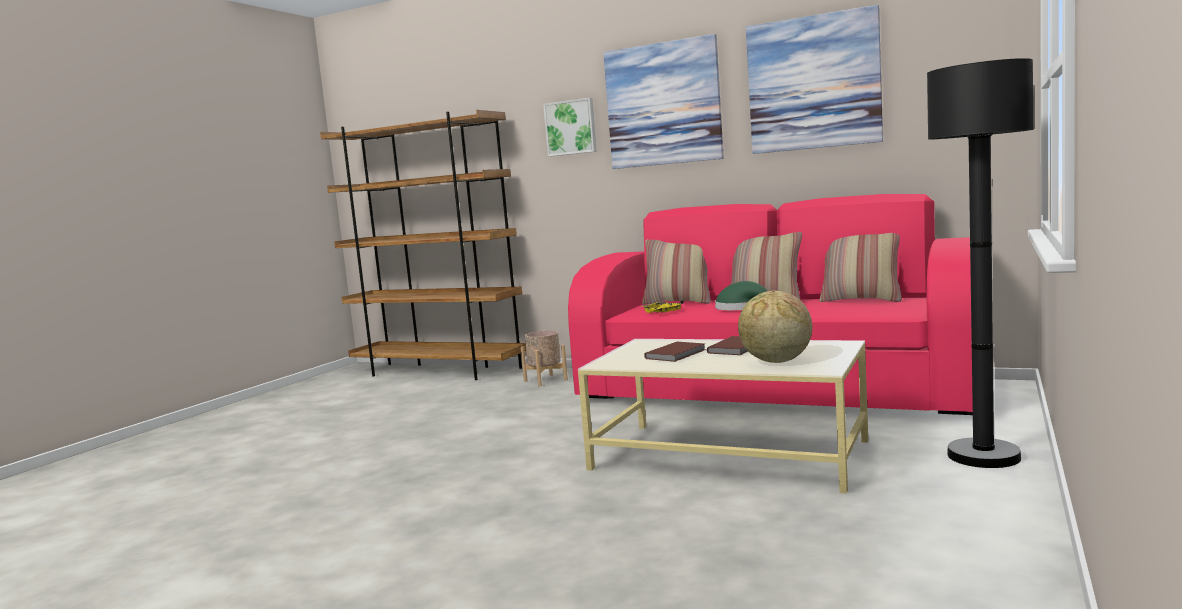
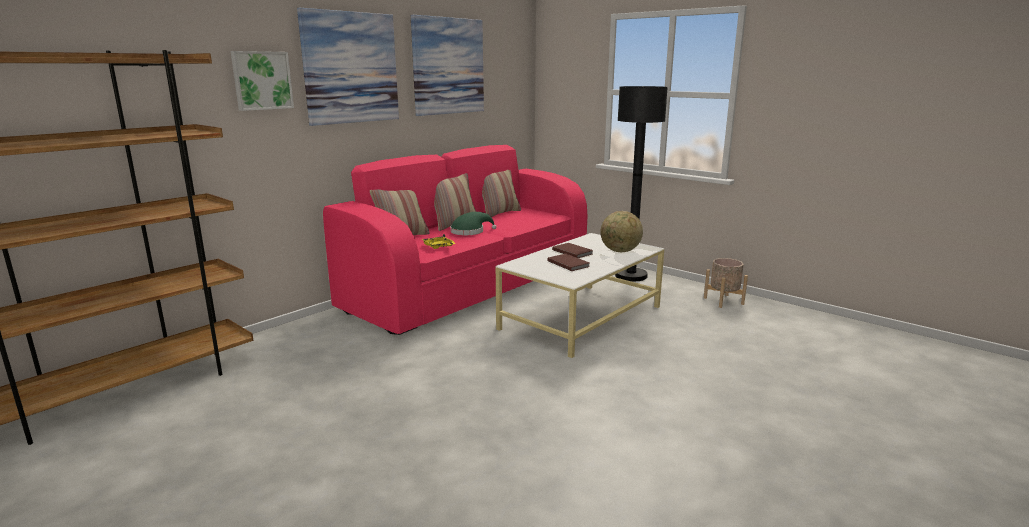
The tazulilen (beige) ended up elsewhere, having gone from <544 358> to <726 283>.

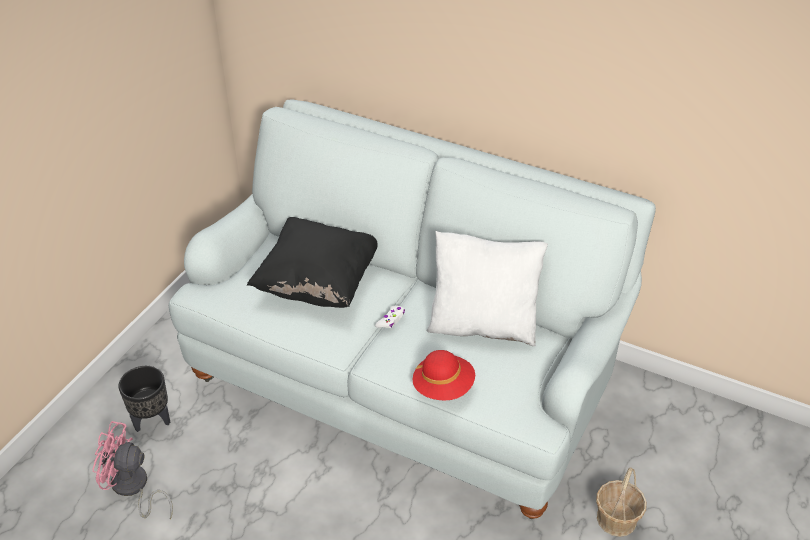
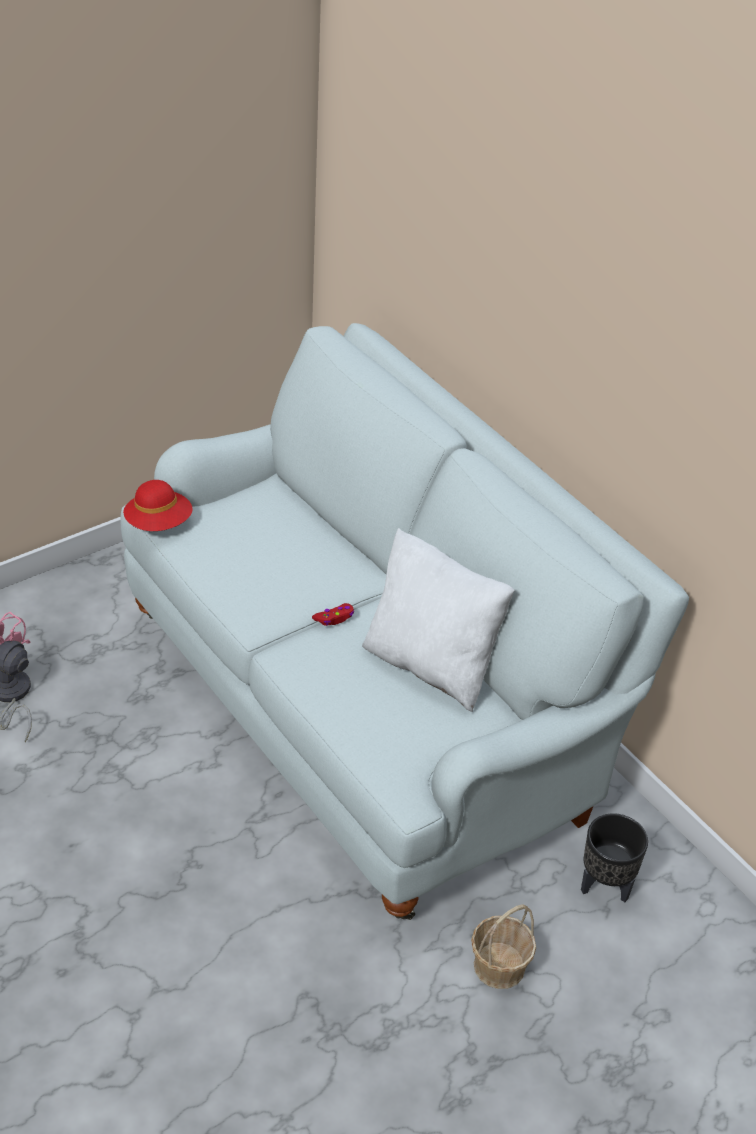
The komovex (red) ended up elsewhere, having gone from <444 375> to <158 505>.
What was the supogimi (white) at <390 316> turned into the supogimi (red) at <333 614>.
The tazulilen (black) ended up elsewhere, having gone from <144 399> to <614 857>.
The second view lost the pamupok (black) at <312 262>.

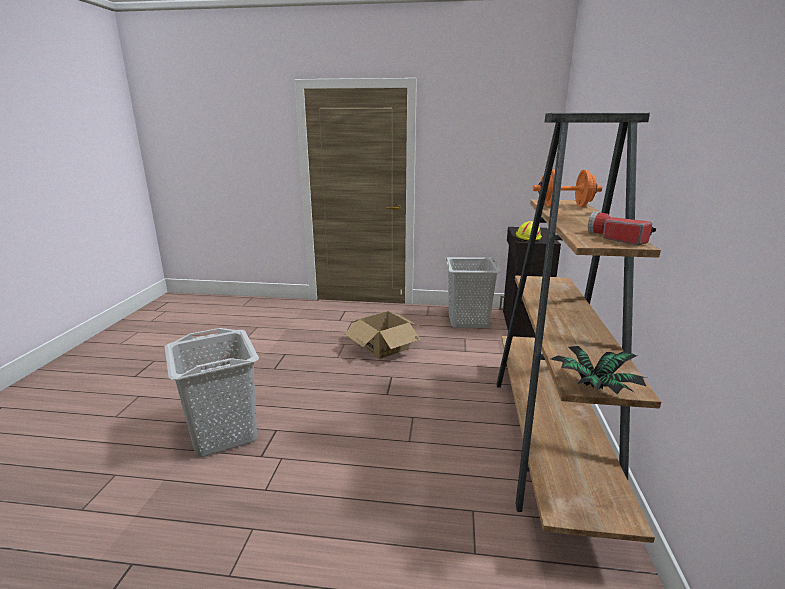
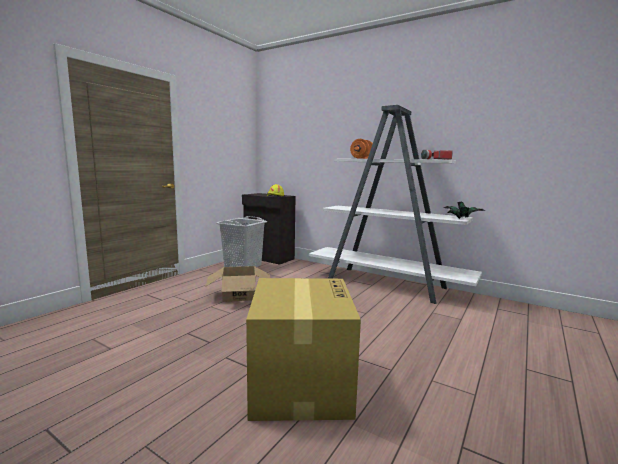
Where the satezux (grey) stood at <212 392>, the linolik came to stand at <303 349>.
What was the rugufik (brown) at <578 328> turned into the rugufik (white) at <395 204>.

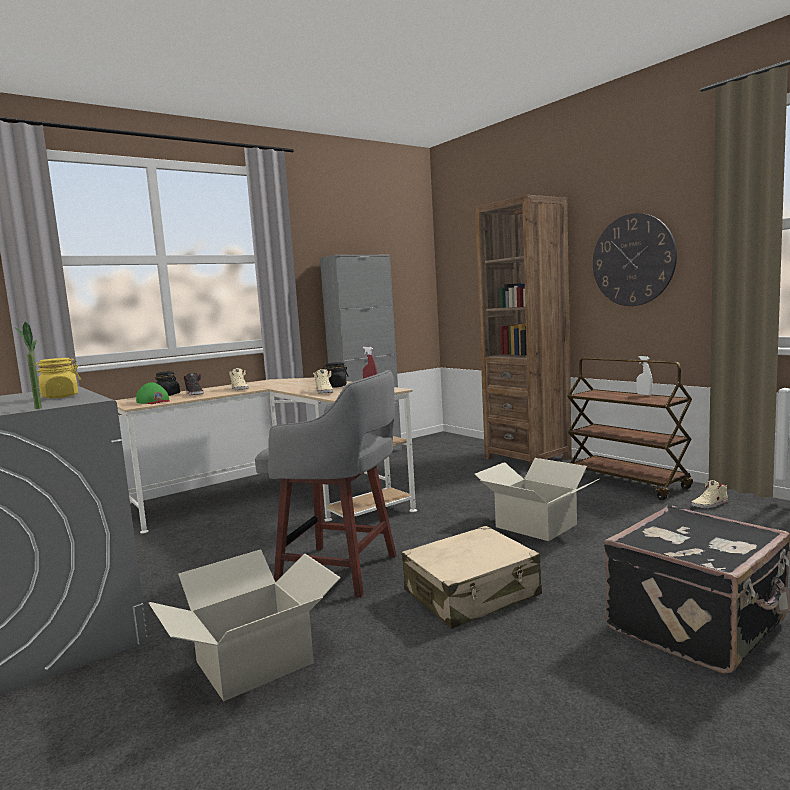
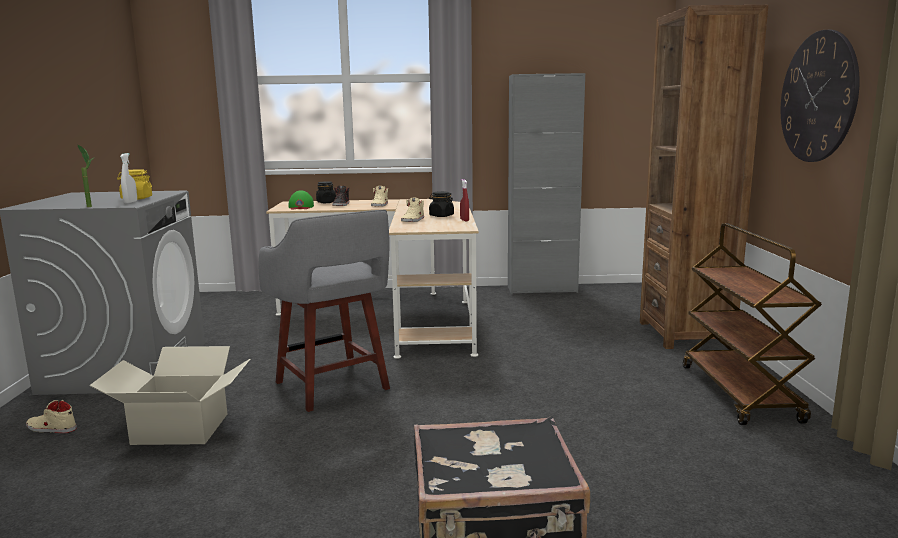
The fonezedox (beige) ended up elsewhere, having gone from <709 494> to <51 416>.
The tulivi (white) ended up elsewhere, having gone from <644 375> to <128 178>.
The second view lost the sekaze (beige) at <472 577>.
The second view lost the linolik at <537 499>.

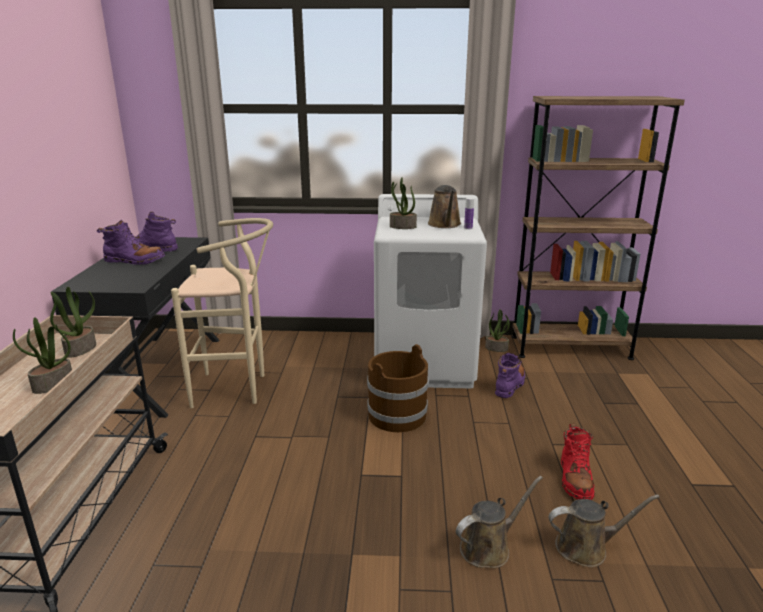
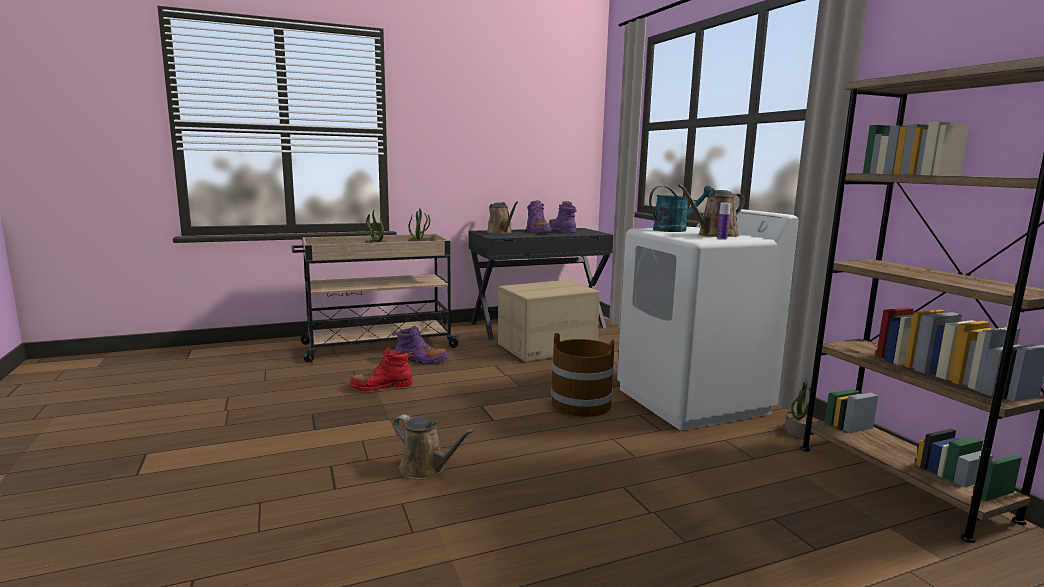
The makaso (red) ended up elsewhere, having gone from <577 461> to <381 369>.
The makaso (purple) ended up elsewhere, having gone from <510 375> to <421 345>.
The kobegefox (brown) ended up elsewhere, having gone from <604 530> to <502 217>.
Where the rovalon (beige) stood at <222 313>, the linolik came to stand at <549 321>.
Where the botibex stood at <403 203>, the kobegefox (turquoise) came to stand at <681 209>.

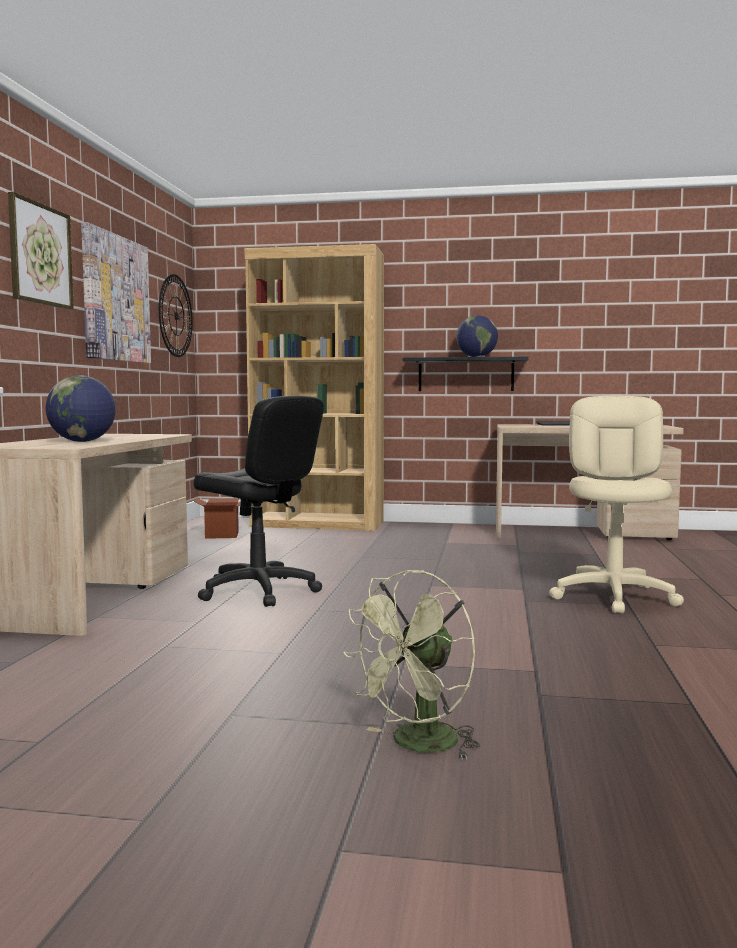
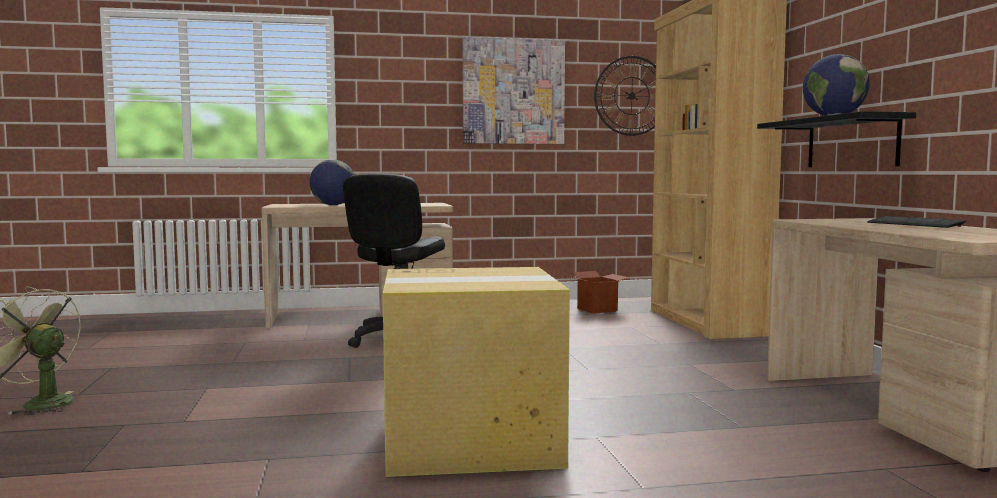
Where the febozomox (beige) stood at <616 505>, the linolik came to stand at <476 372>.
The second view lost the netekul at <41 251>.

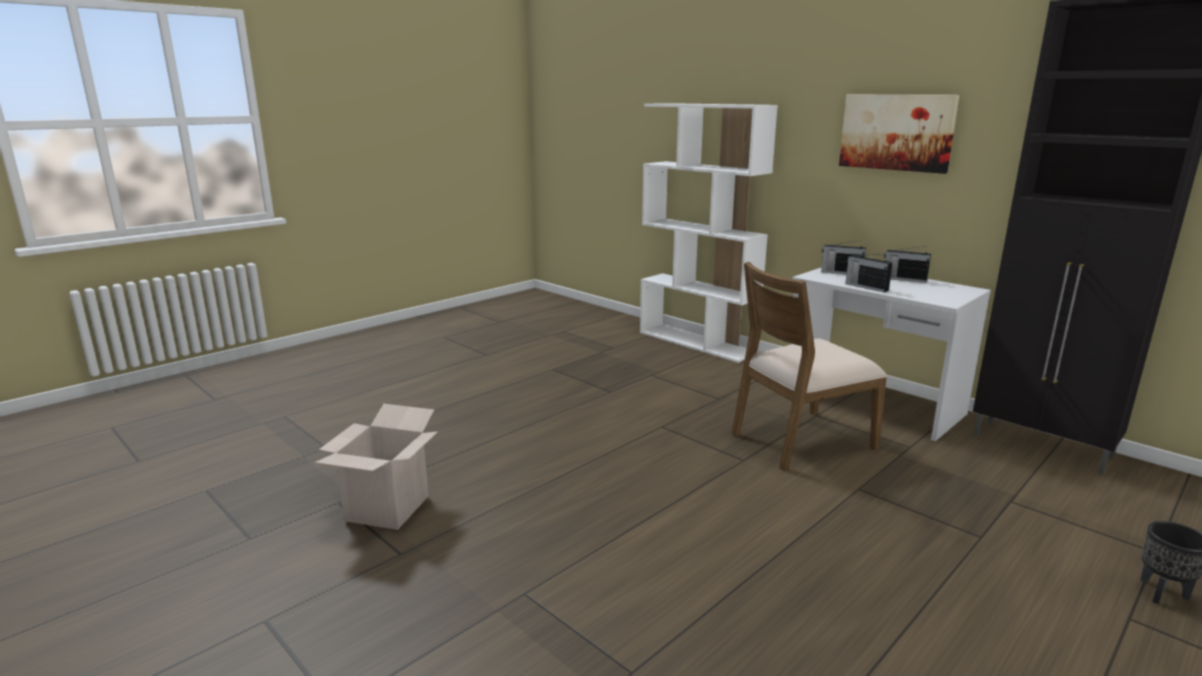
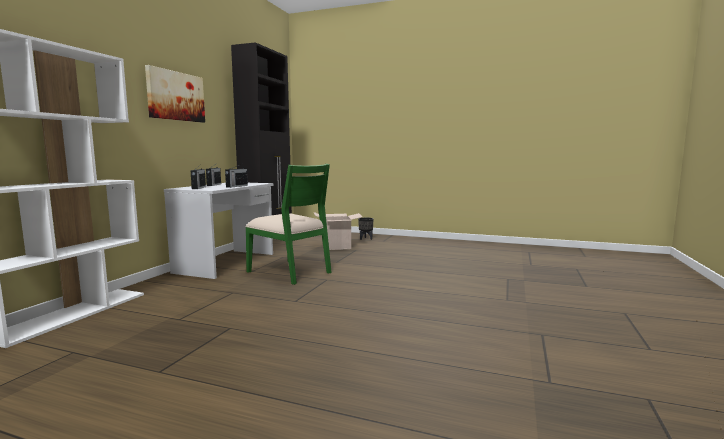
What was the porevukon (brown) at <809 366> turned into the porevukon (green) at <288 224>.
The linolik ended up elsewhere, having gone from <376 467> to <338 231>.

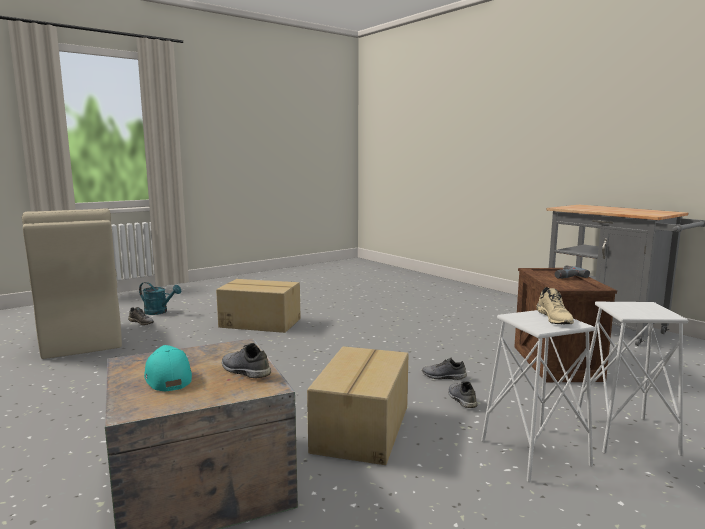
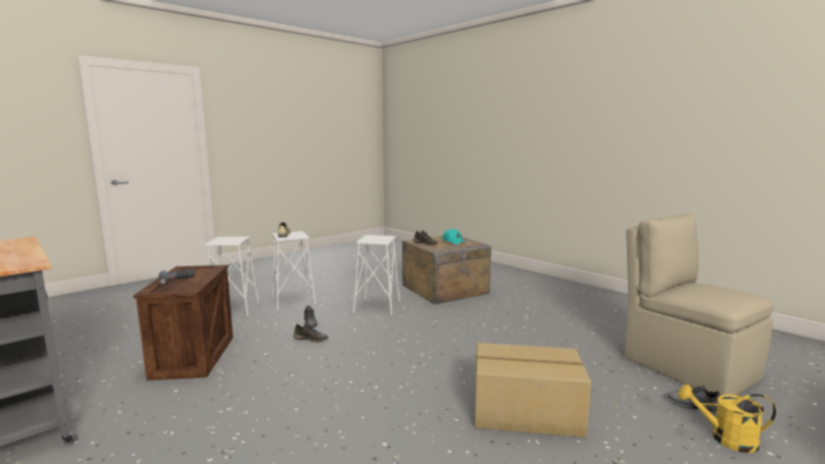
Where the linolik stood at <357 405>, the rovalon (white) came to stand at <376 275>.
What was the kobegefox (turquoise) at <160 298> turned into the kobegefox (yellow) at <727 418>.

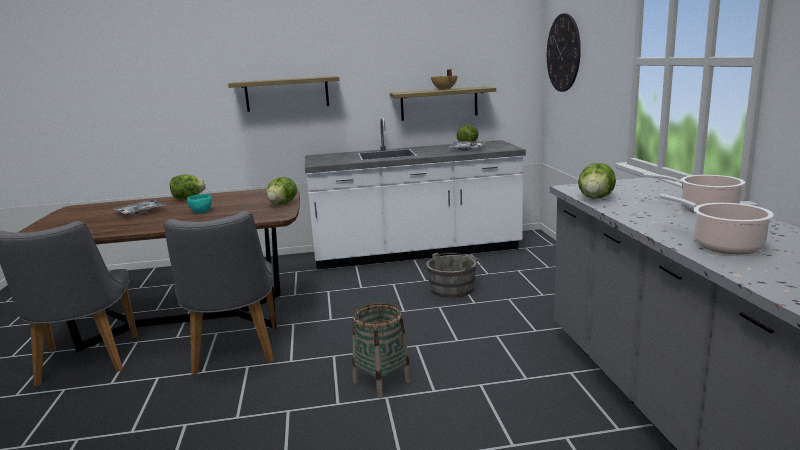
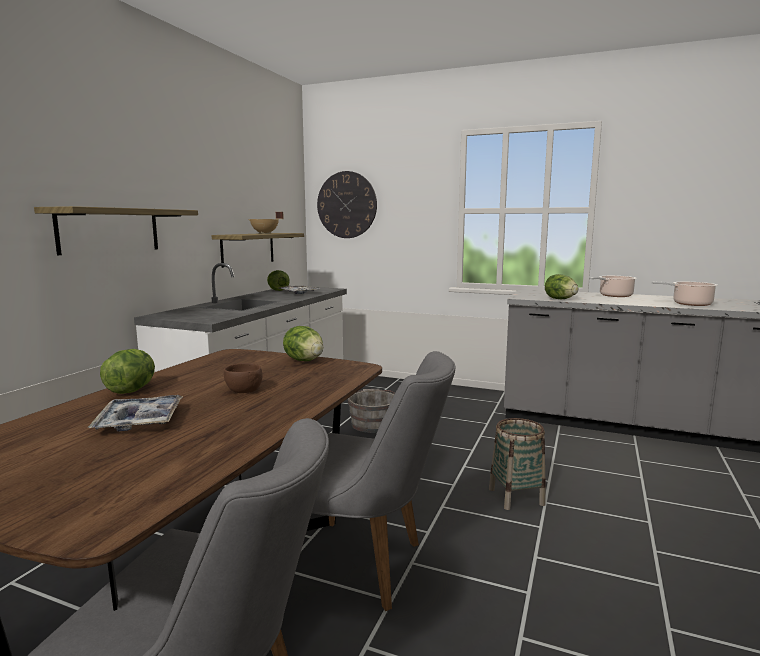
What was the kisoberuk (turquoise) at <199 203> turned into the kisoberuk (brown) at <243 378>.

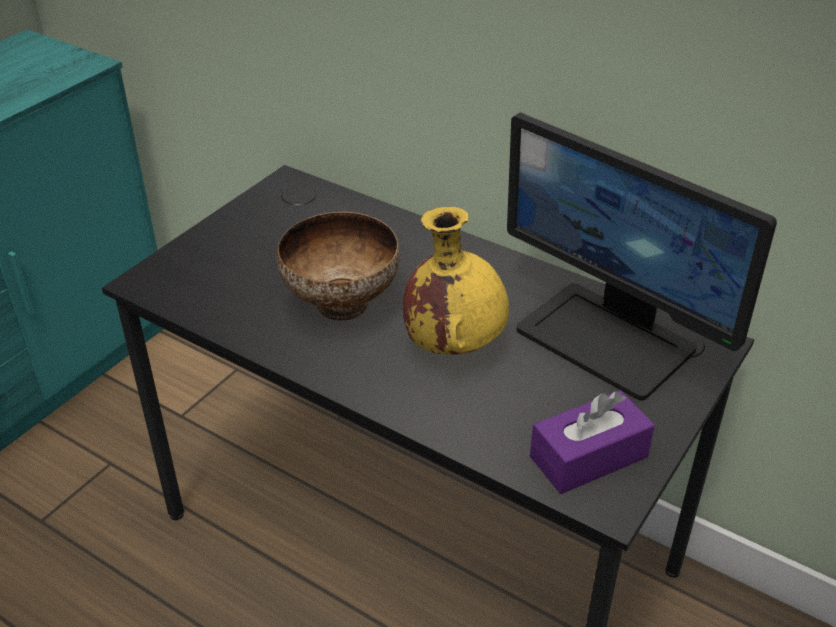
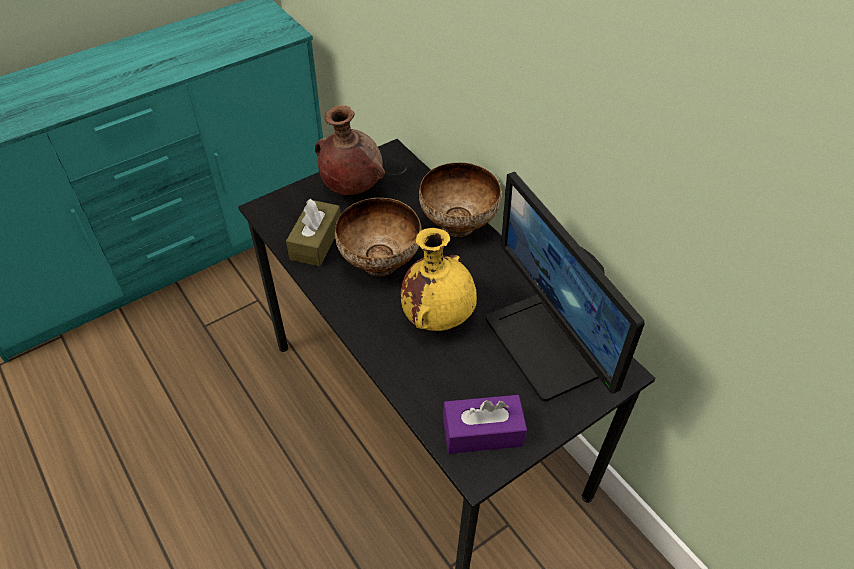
The second view gained the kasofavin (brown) at <313 232>.
The second view gained the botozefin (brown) at <350 150>.
The second view gained the kisoberuk at <460 199>.

